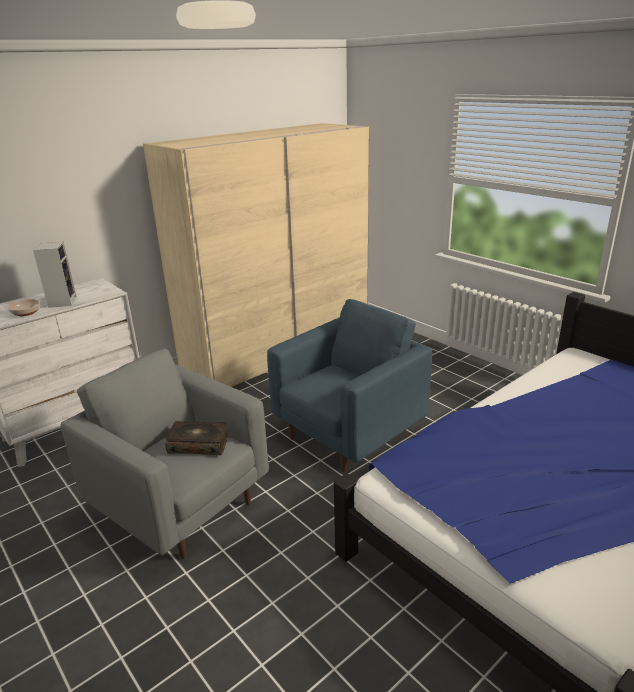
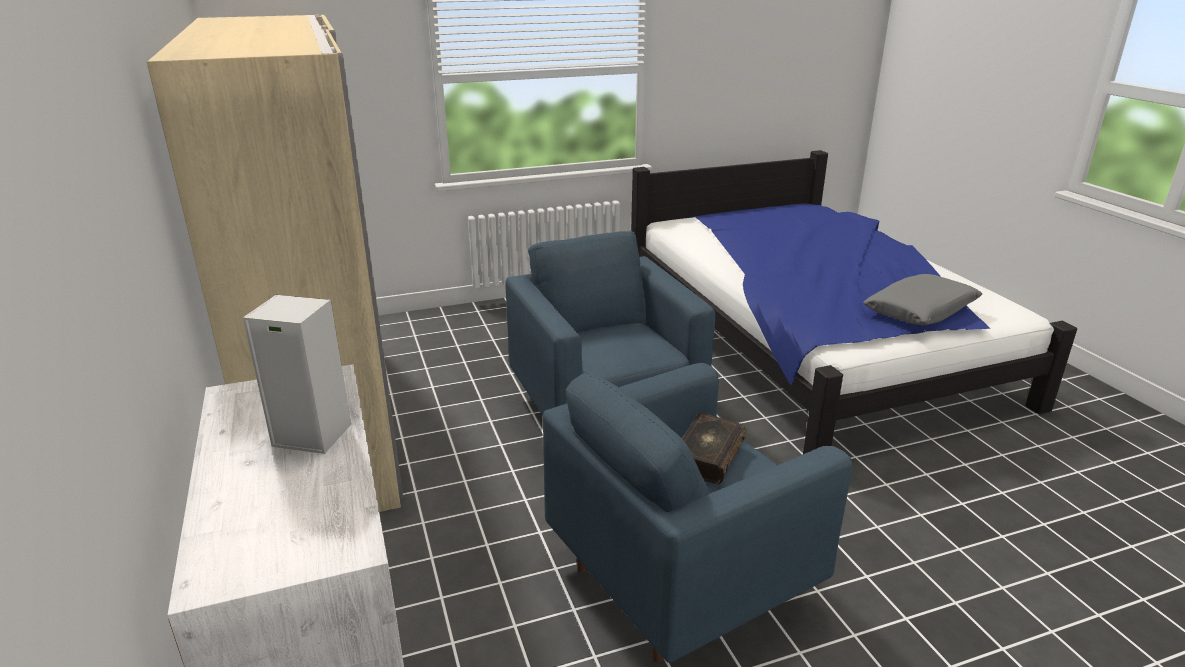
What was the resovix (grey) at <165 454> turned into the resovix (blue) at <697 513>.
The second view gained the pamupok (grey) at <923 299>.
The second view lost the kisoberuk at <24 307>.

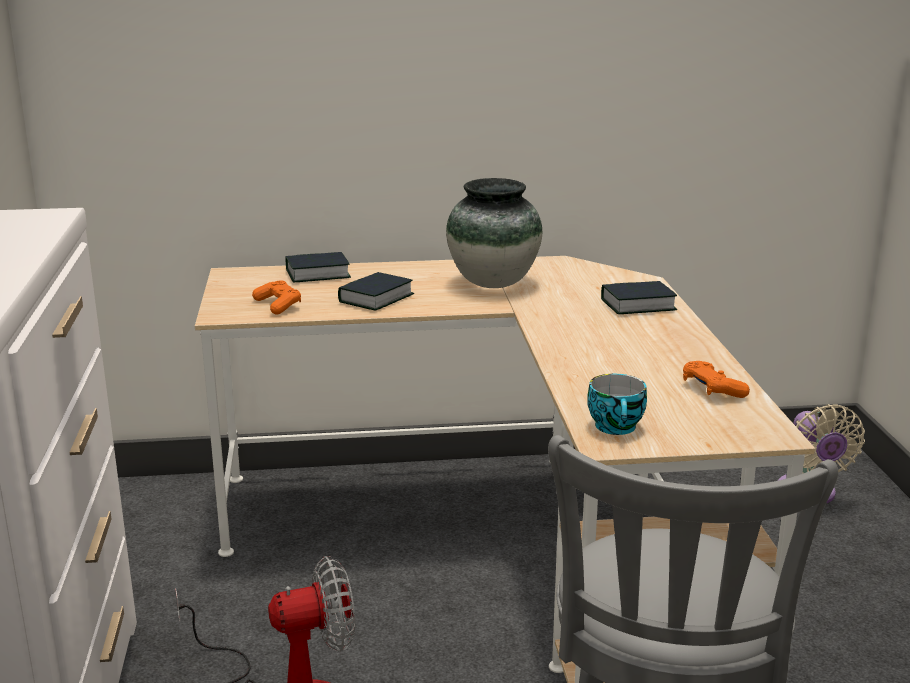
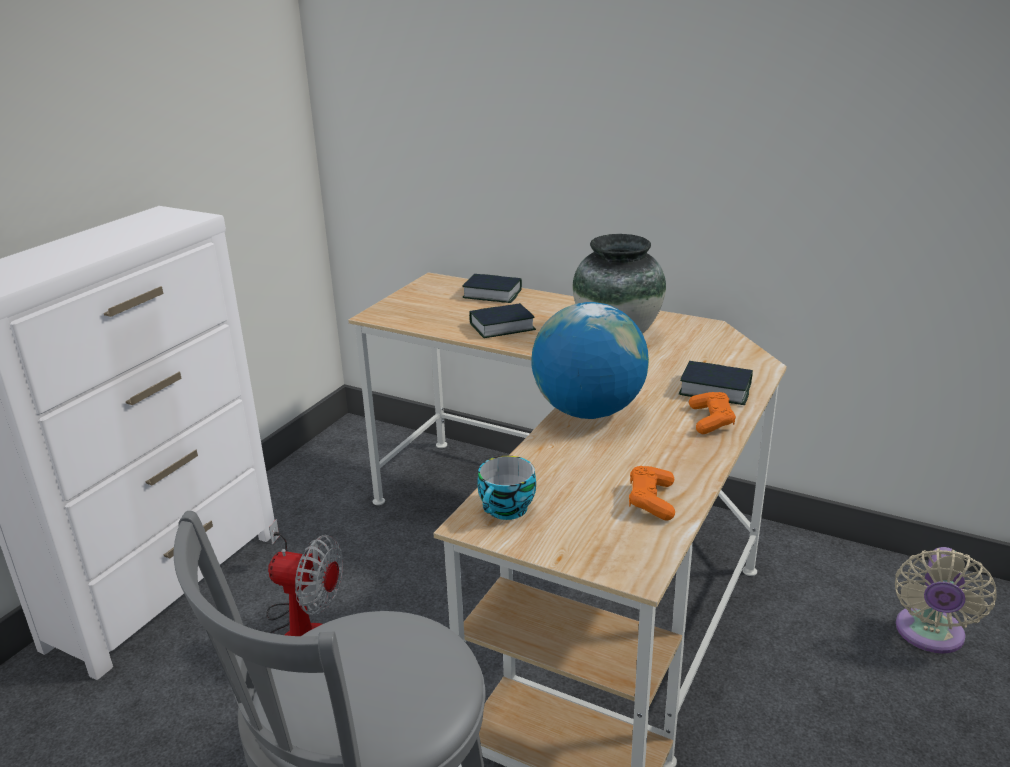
The second view gained the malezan at <590 360>.
The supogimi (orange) ended up elsewhere, having gone from <276 297> to <712 413>.

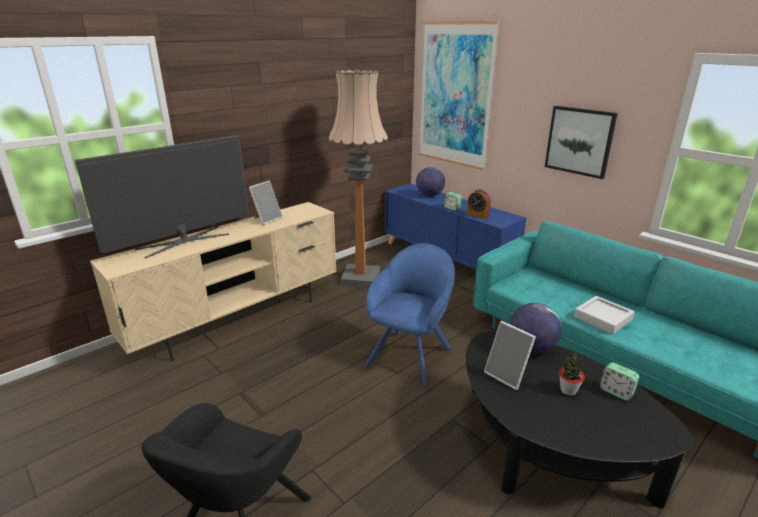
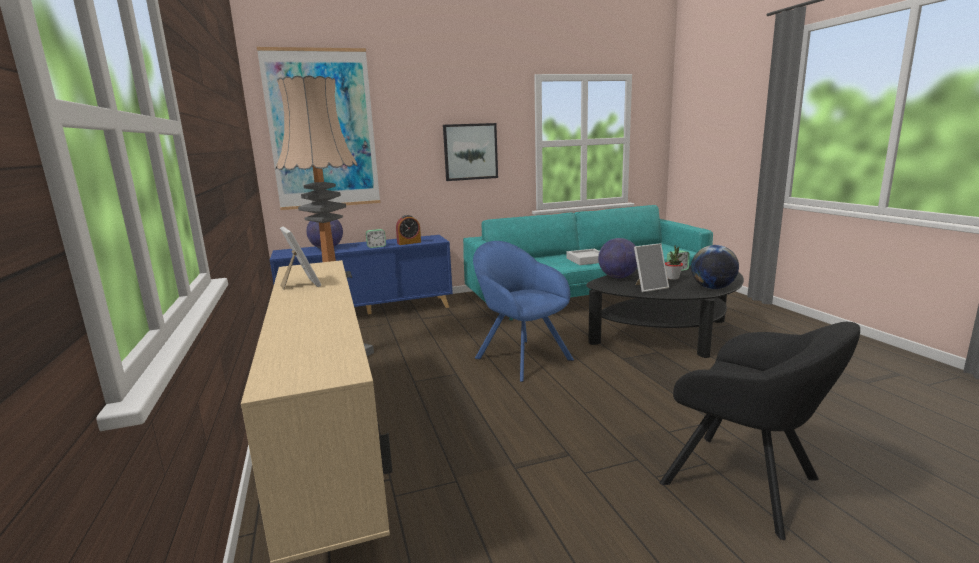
The second view gained the malezan at <715 267>.
The second view lost the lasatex at <162 196>.

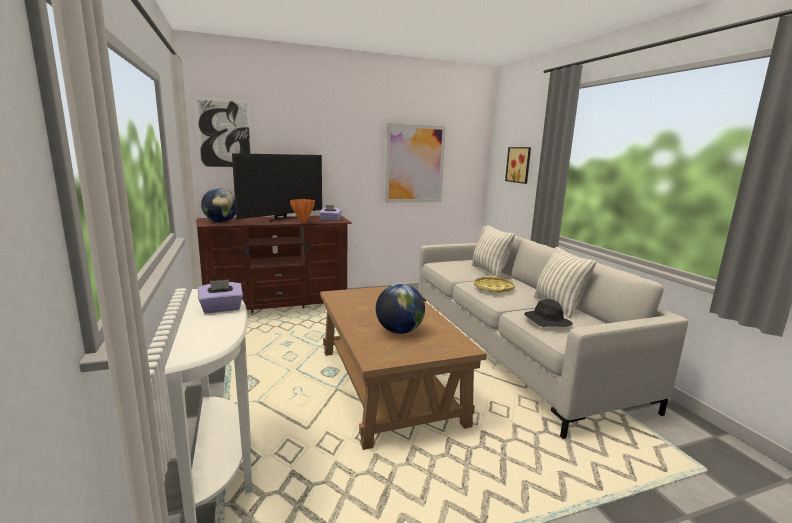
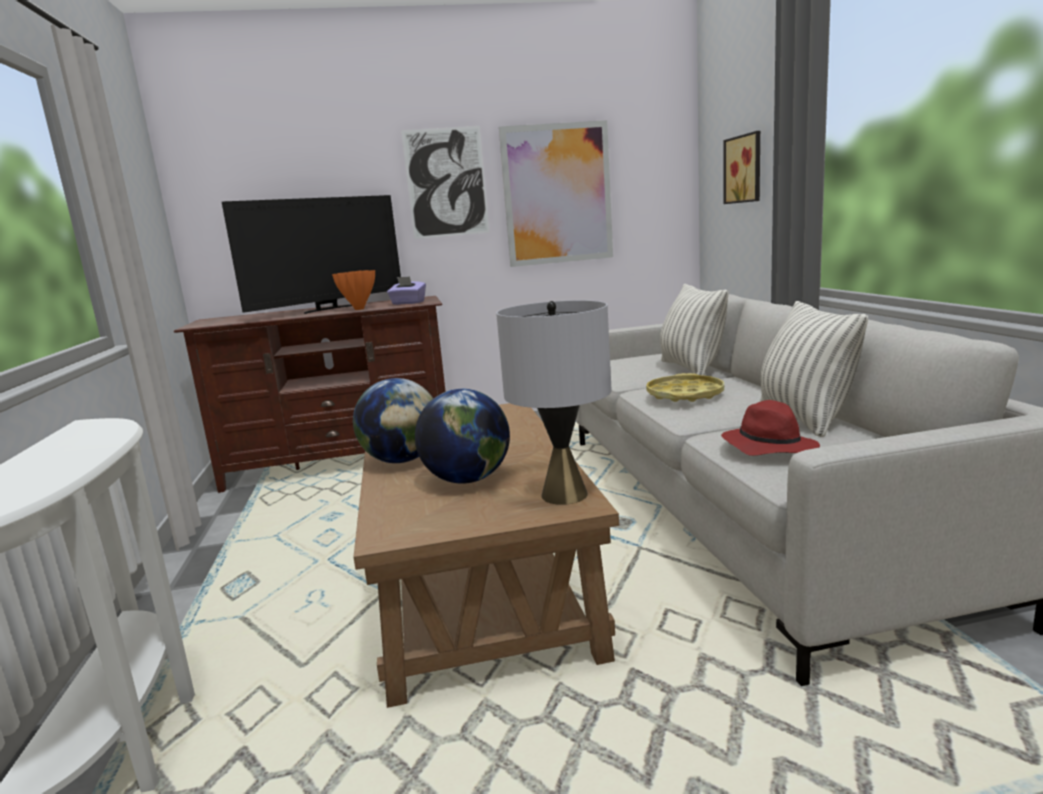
The malezan ended up elsewhere, having gone from <218 205> to <393 420>.
The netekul ended up elsewhere, having gone from <223 132> to <445 182>.
The second view gained the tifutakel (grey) at <554 402>.
What was the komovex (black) at <548 313> turned into the komovex (red) at <770 428>.
The second view lost the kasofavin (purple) at <220 296>.

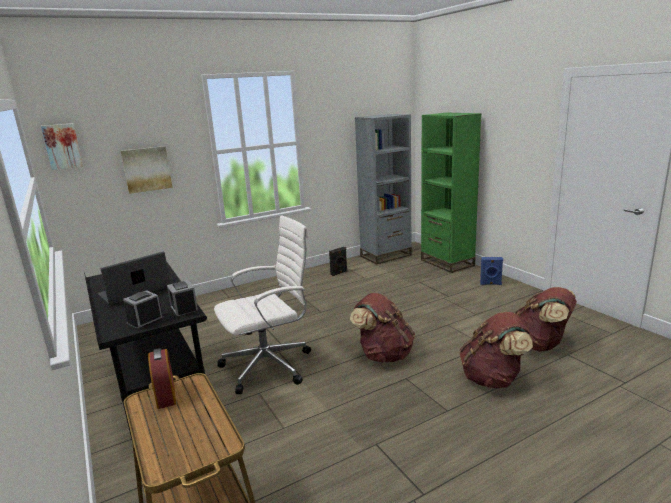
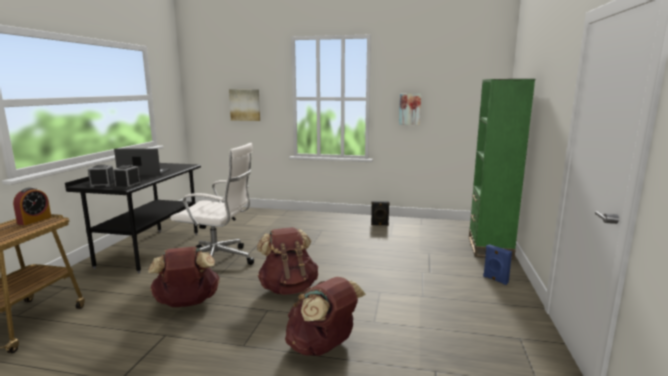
The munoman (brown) ended up elsewhere, having gone from <546 319> to <184 277>.
The netekul ended up elsewhere, having gone from <62 146> to <410 109>.
The second view lost the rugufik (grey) at <383 189>.

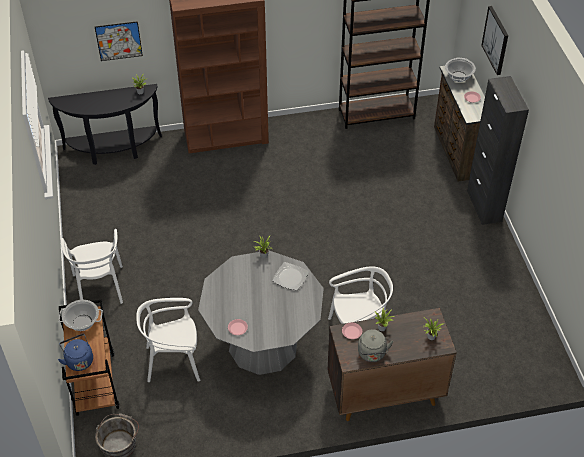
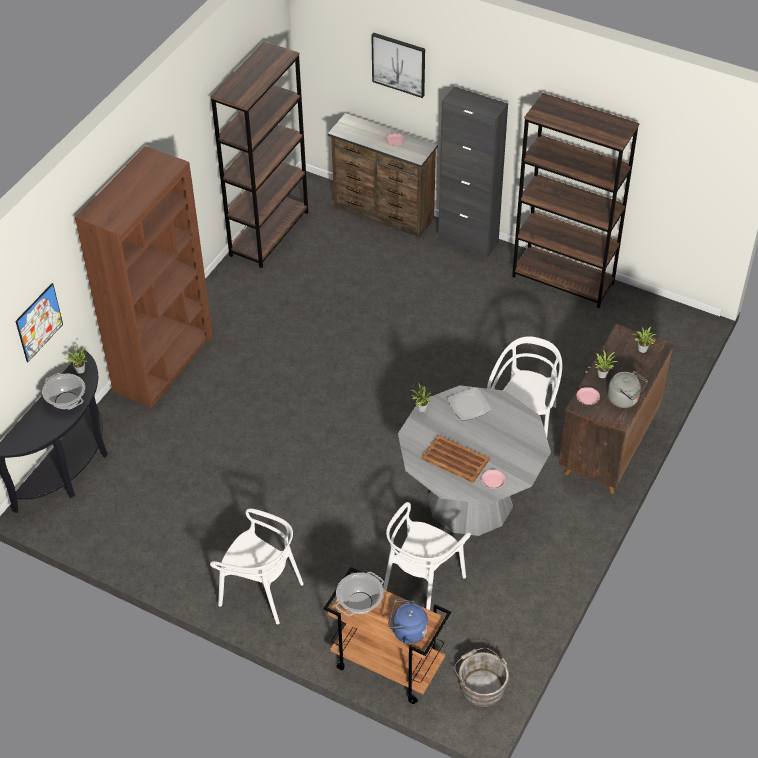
The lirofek ended up elsewhere, having gone from <460 69> to <63 391>.
The second view gained the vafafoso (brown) at <456 459>.
The second view gained the rugufik (brown) at <575 200>.

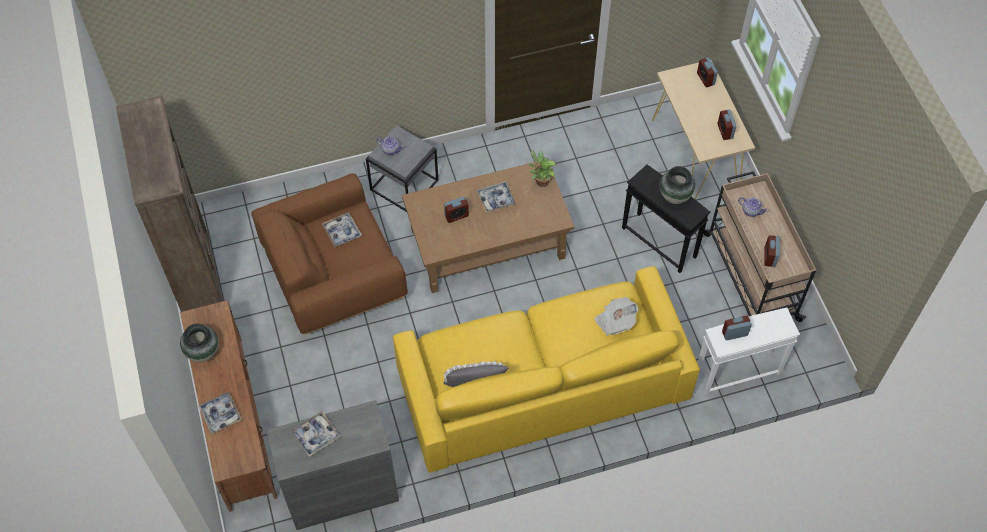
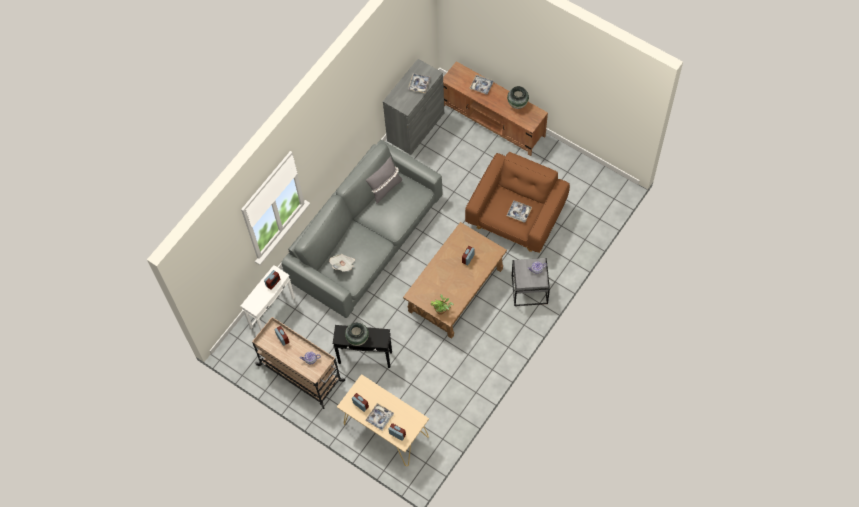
What was the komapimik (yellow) at <546 369> turned into the komapimik (grey) at <362 229>.
The vafafoso ended up elsewhere, having gone from <496 197> to <379 417>.
The second view lost the rugufik (brown) at <169 204>.

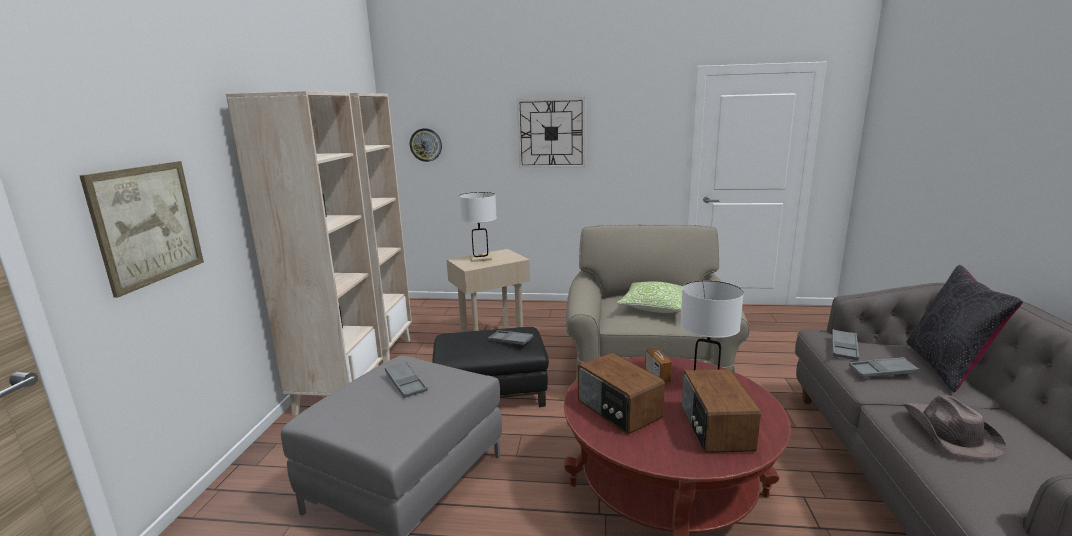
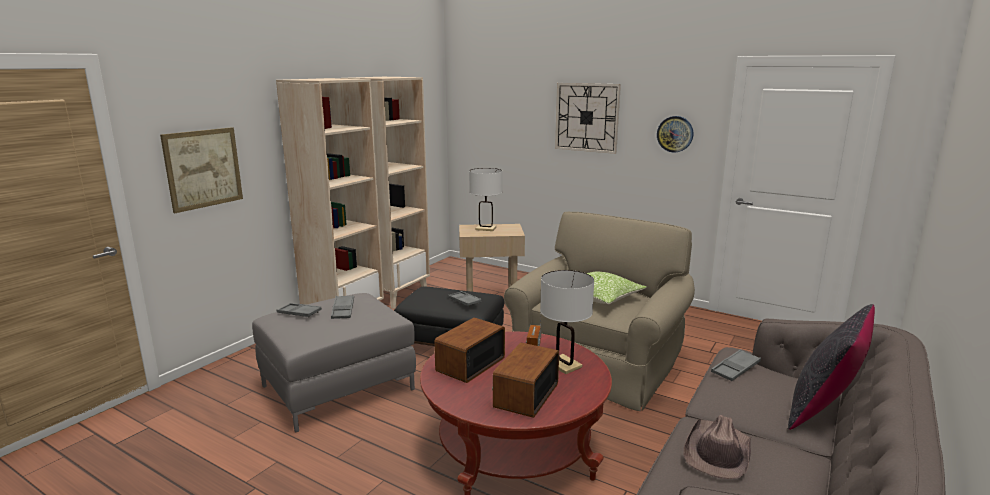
The vafafoso (grey) ended up elsewhere, having gone from <884 367> to <299 310>.
The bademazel at <621 393> ended up facing another way, 45 degrees clockwise from before.
The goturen ended up elsewhere, having gone from <426 145> to <675 134>.

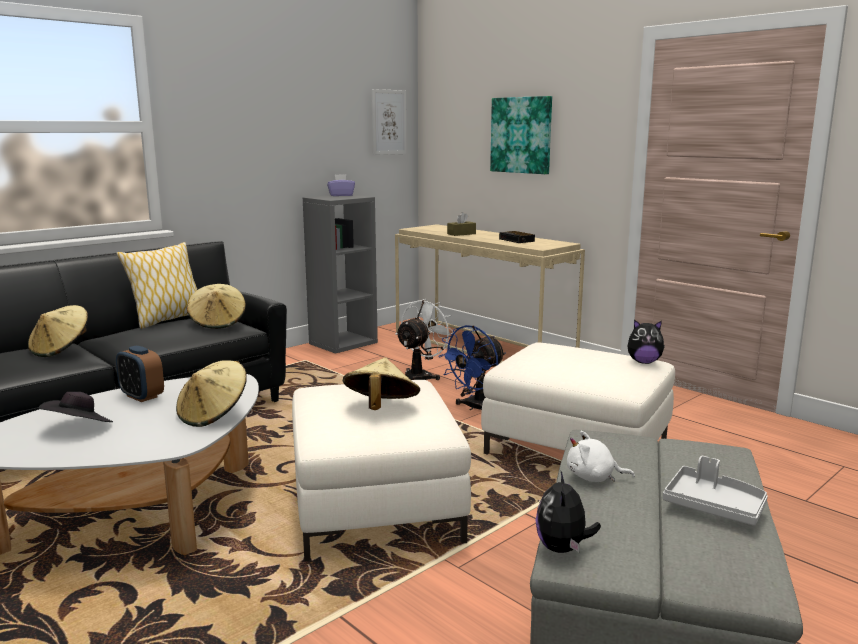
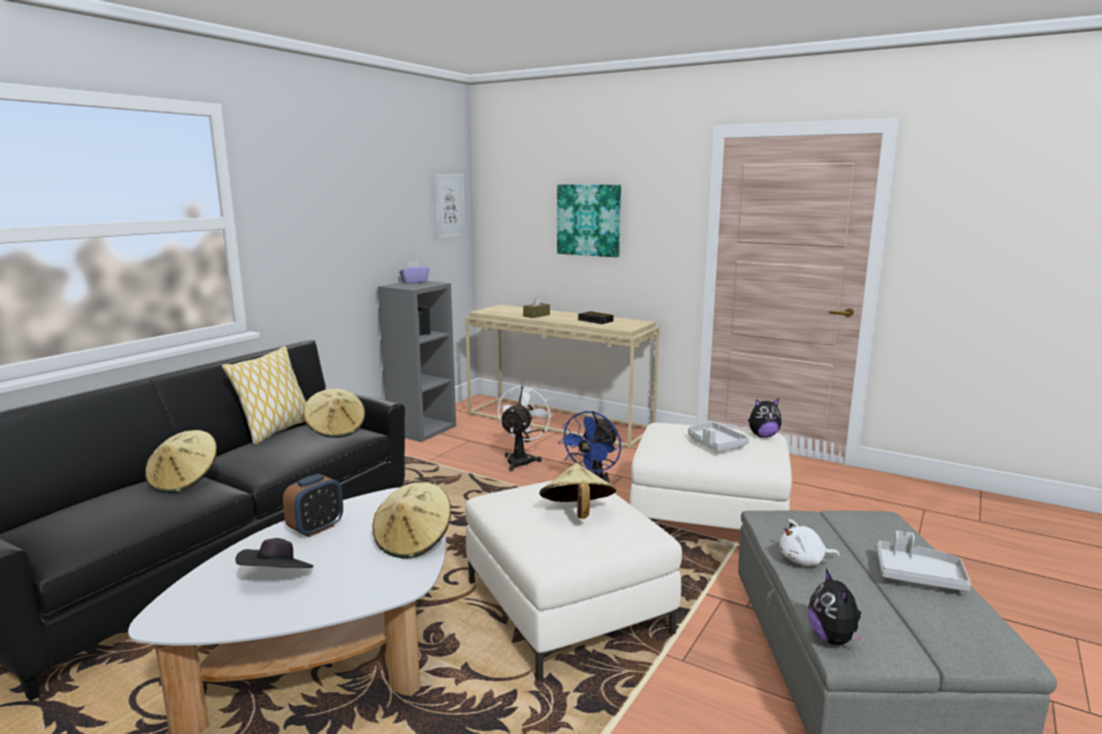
The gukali at <140 374> ended up facing another way, 75 degrees counterclockwise from before.
The second view gained the vafafoso (grey) at <718 437>.

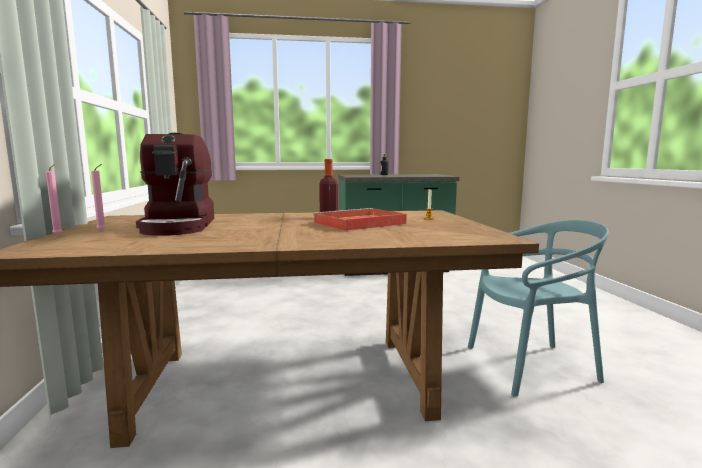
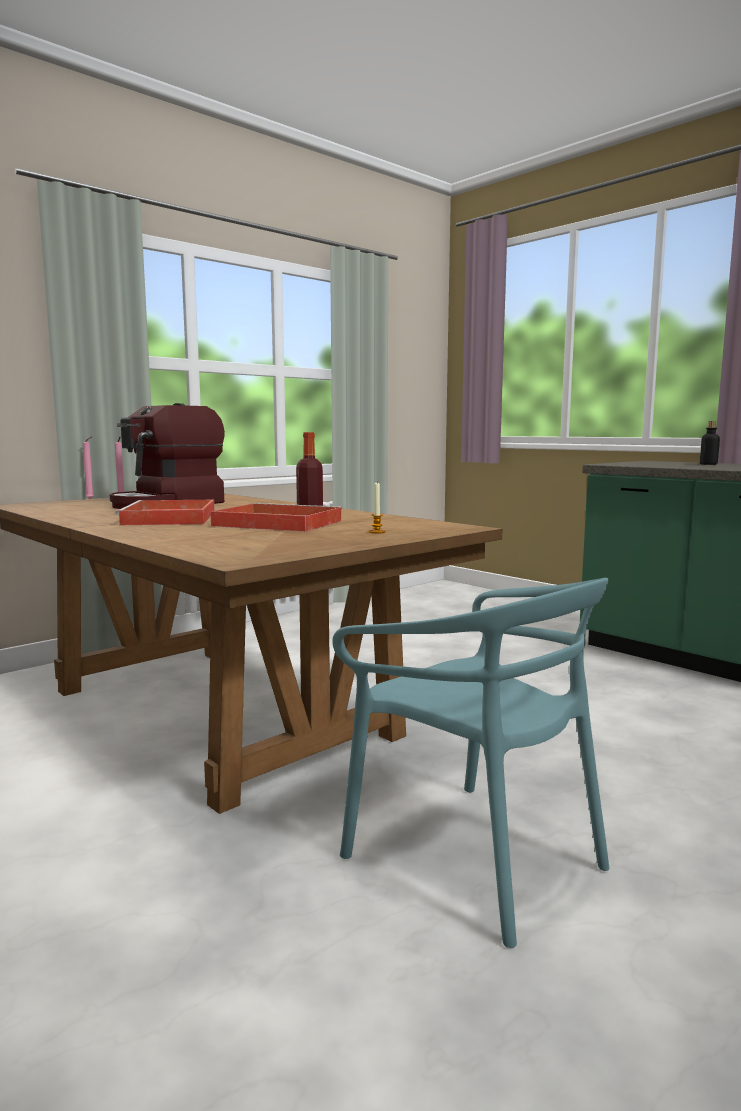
The second view gained the vafafoso (red) at <165 512>.

